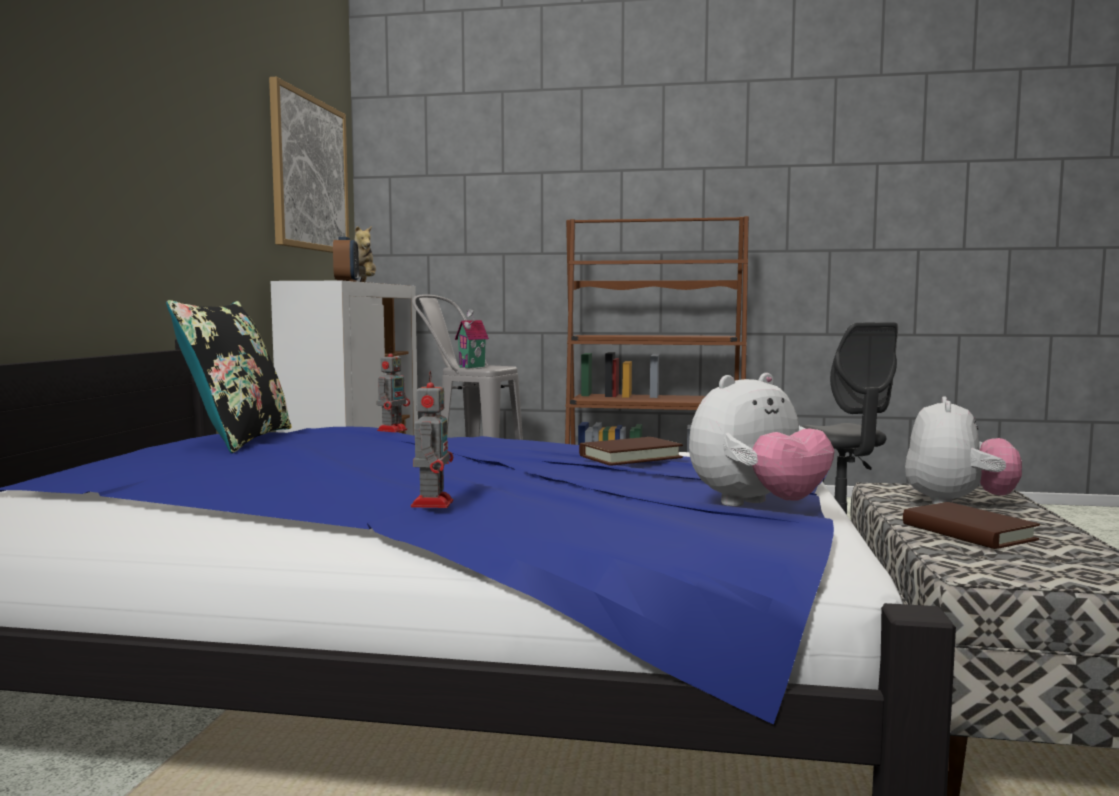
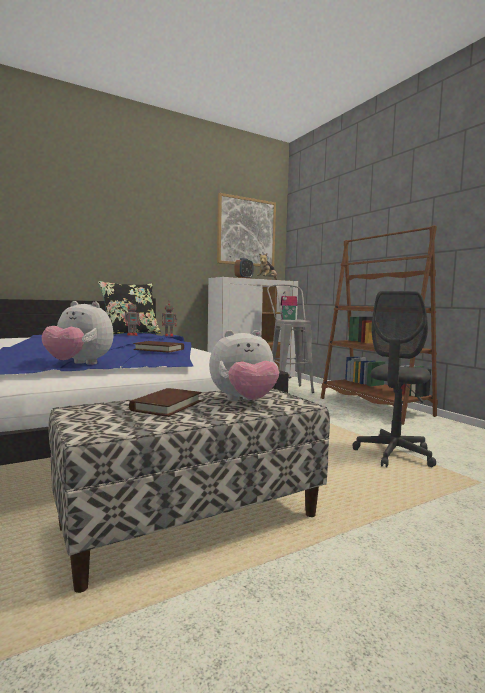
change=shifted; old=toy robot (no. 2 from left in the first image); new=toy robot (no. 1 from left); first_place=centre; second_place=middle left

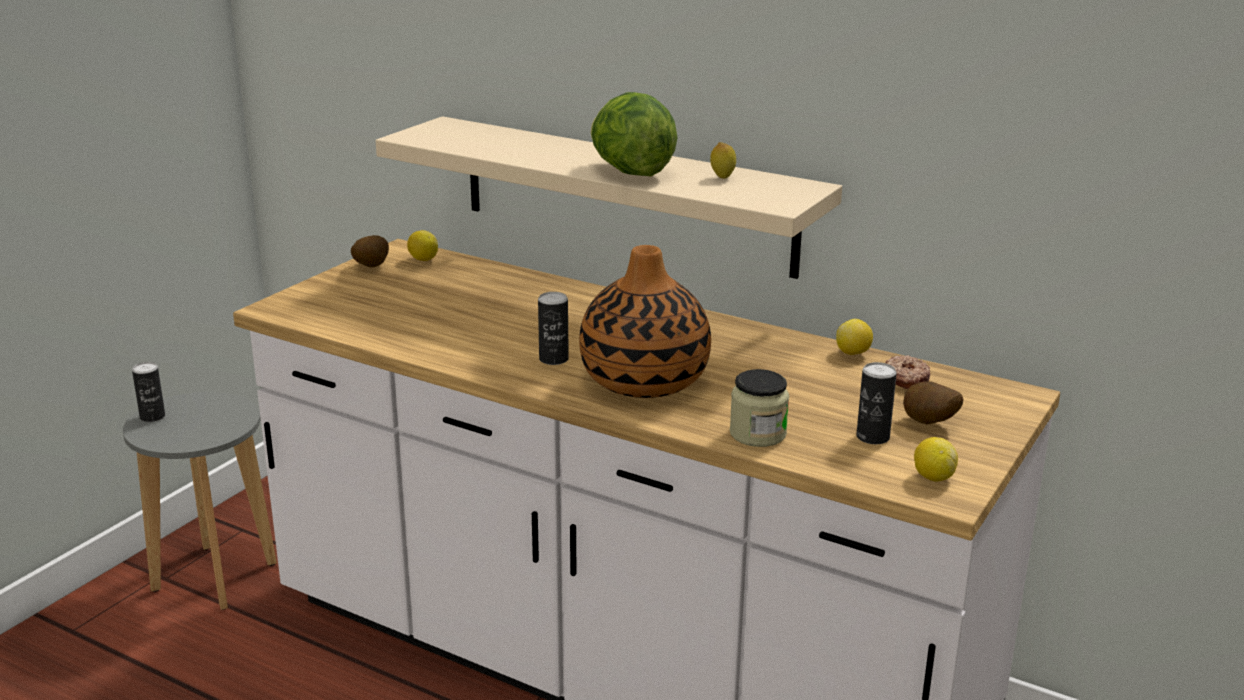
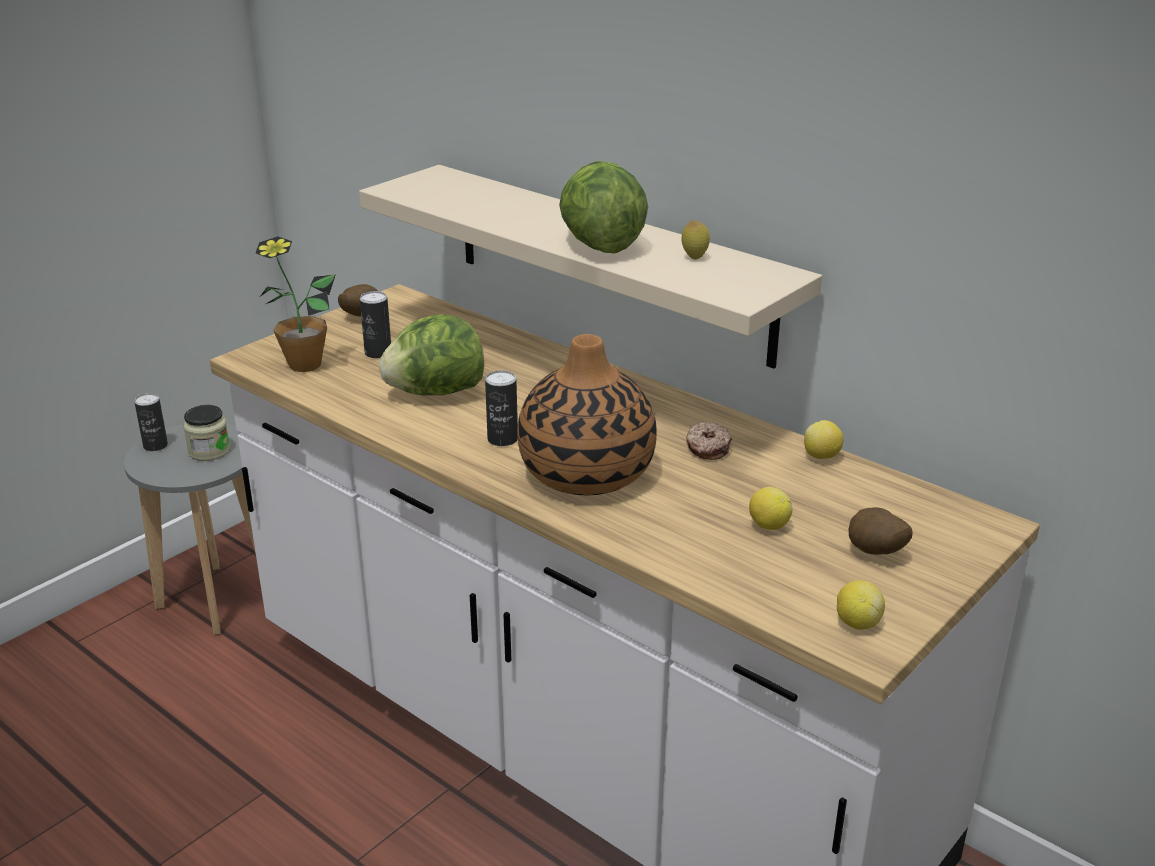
change=new; new=plant in a pot; second_place=middle left
change=new; new=lettuce (no. 1 from left); second_place=centre
change=shifted; old=lemon (no. 1 from left in the first image); new=lemon (no. 2 from left); first_place=centre; second_place=middle right
change=shifted; old=jar; first_place=centre; second_place=middle left
change=shifted; old=metal can (no. 3 from left in the first image); new=metal can (no. 2 from left); first_place=middle right; second_place=middle left
change=shifted; old=donut; first_place=middle right; second_place=centre

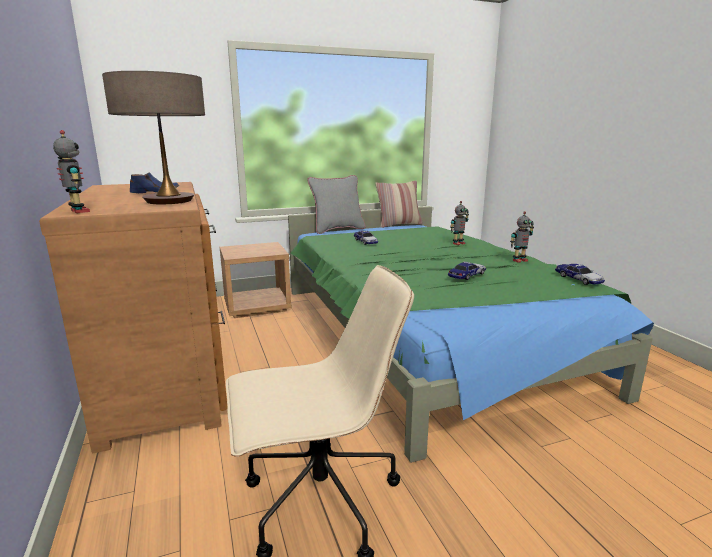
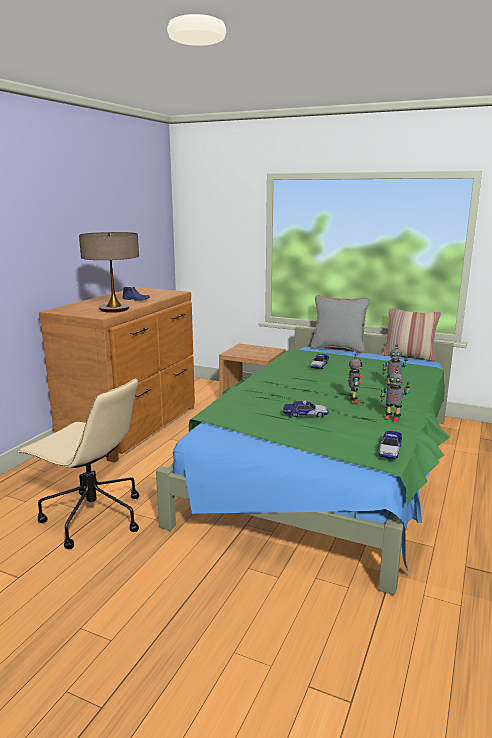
change=shifted; old=toy robot (no. 1 from left); first_place=top left; second_place=middle right

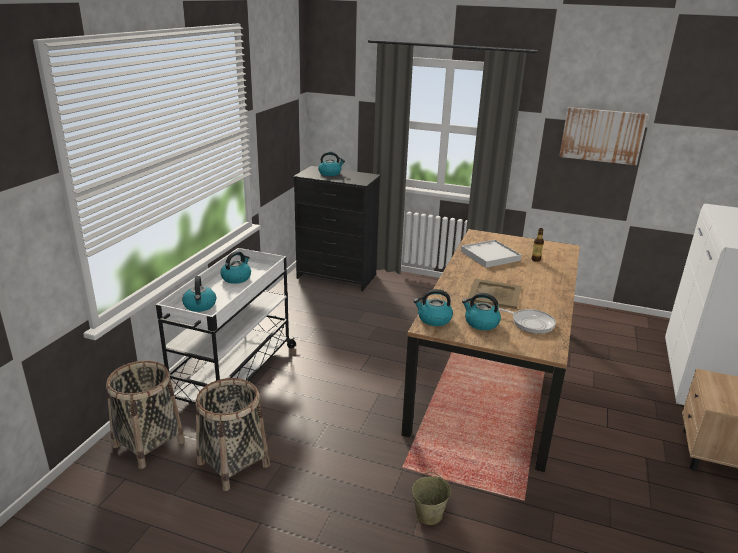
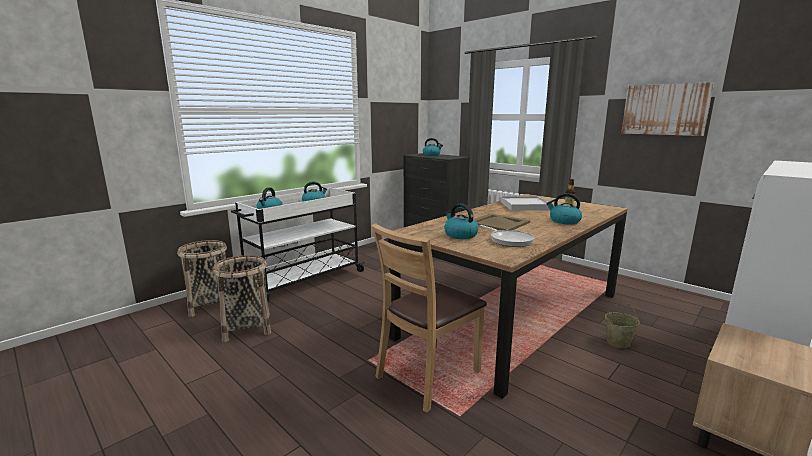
change=new; new=chair (brownish); second_place=bottom centre
change=shifted; old=pail (beige); first_place=bottom centre; second_place=bottom right
change=shifted; old=water kettle (no. 4 from left in the first image); new=water kettle (no. 5 from left); first_place=centre; second_place=middle right

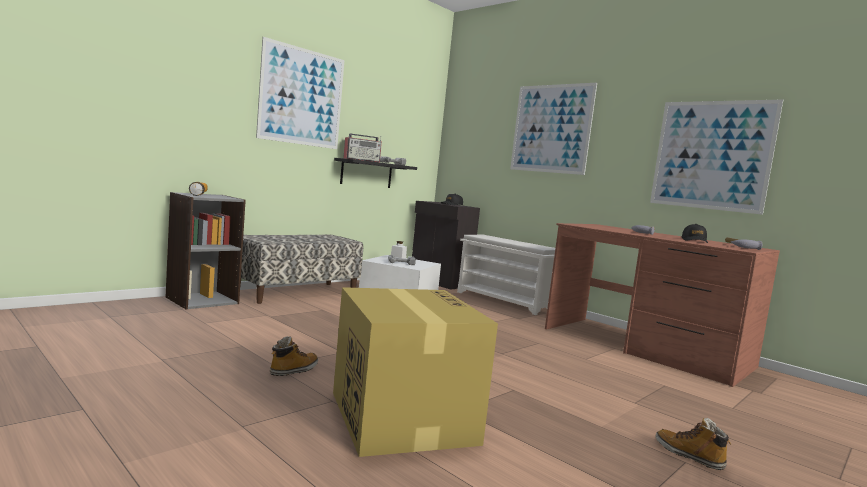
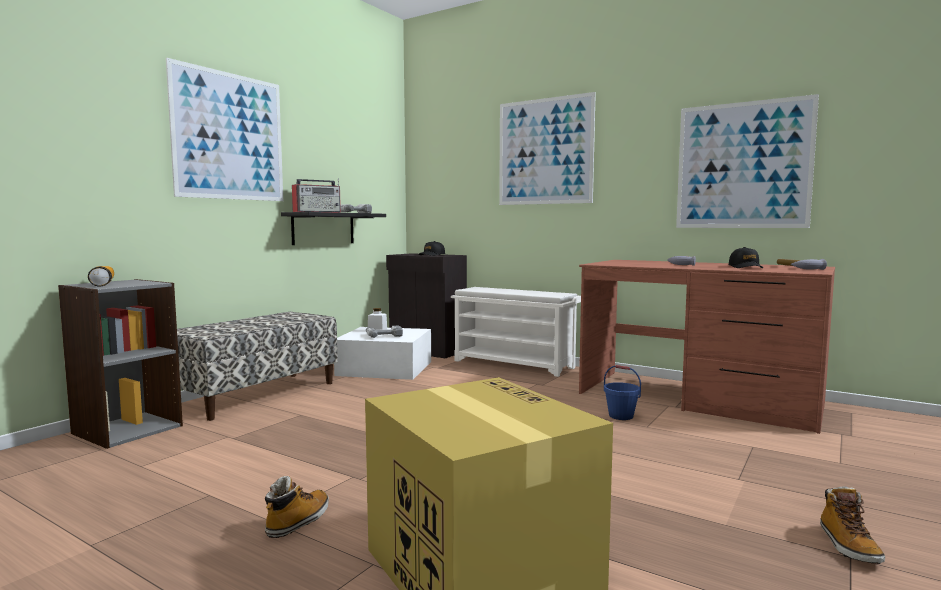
change=new; new=pail (bluish); second_place=centre
change=rotated; old=boot (no. 2 from left); first_place=bottom right; second_place=bottom right; degrees=-120

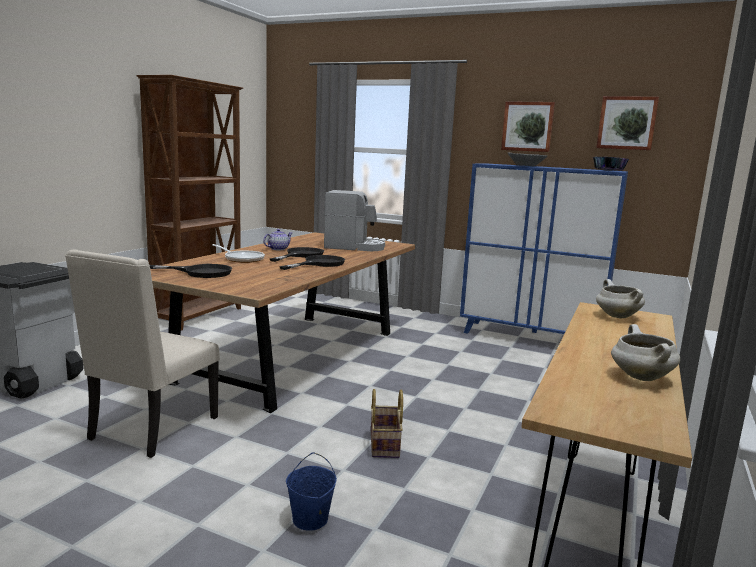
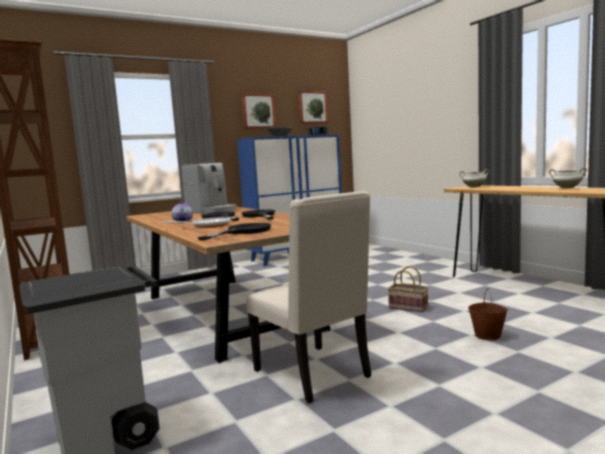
change=repainted; old=pail (bluish); new=pail (brownish); first_place=bottom centre; second_place=bottom right
change=rotated; old=coffee maker; first_place=centre; second_place=centre; degrees=90

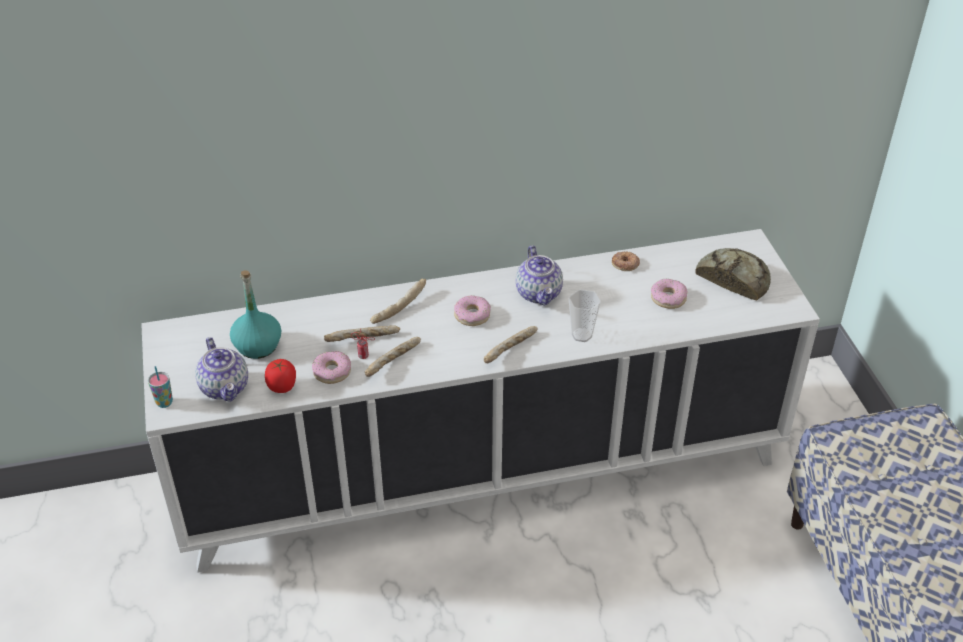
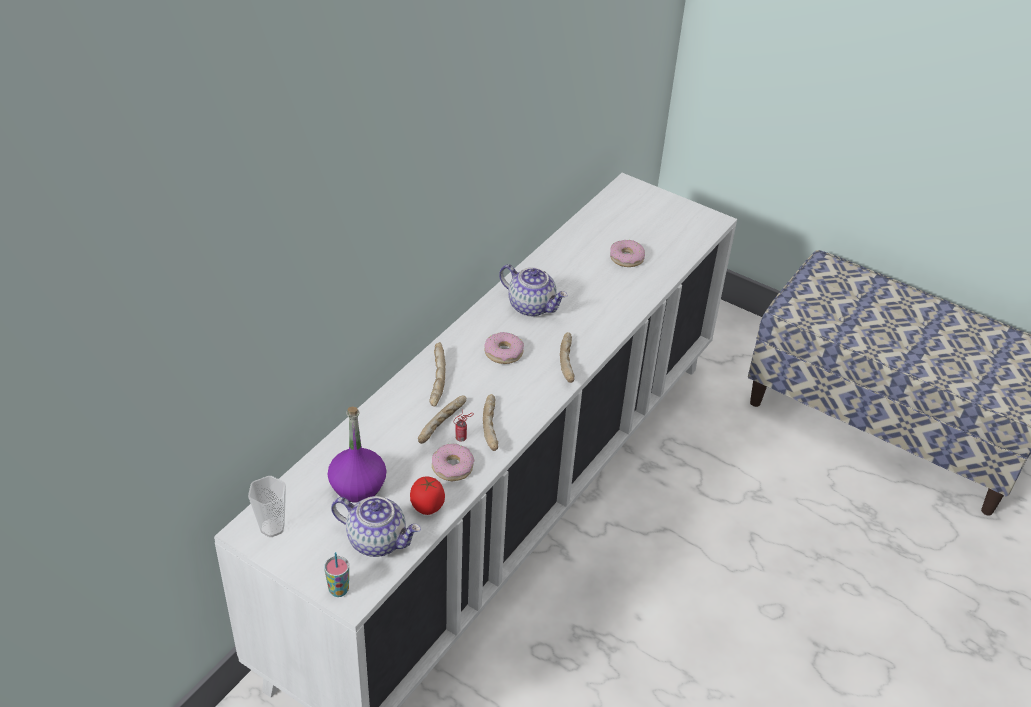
change=gone; old=donut (no. 3 from left); first_place=centre
change=gone; old=baked bread (no. 5 from left); first_place=middle right
change=shifted; old=small cup (no. 2 from left in the first image); new=small cup (no. 1 from left); first_place=centre; second_place=bottom left
change=repainted; old=beverage bottle (blue-green); new=beverage bottle (purplish); first_place=middle left; second_place=centre

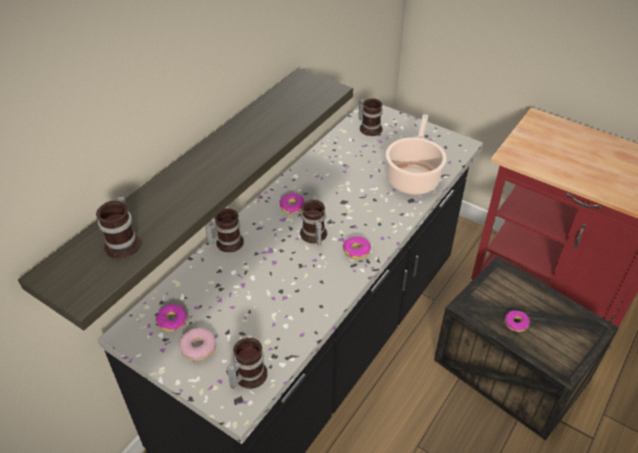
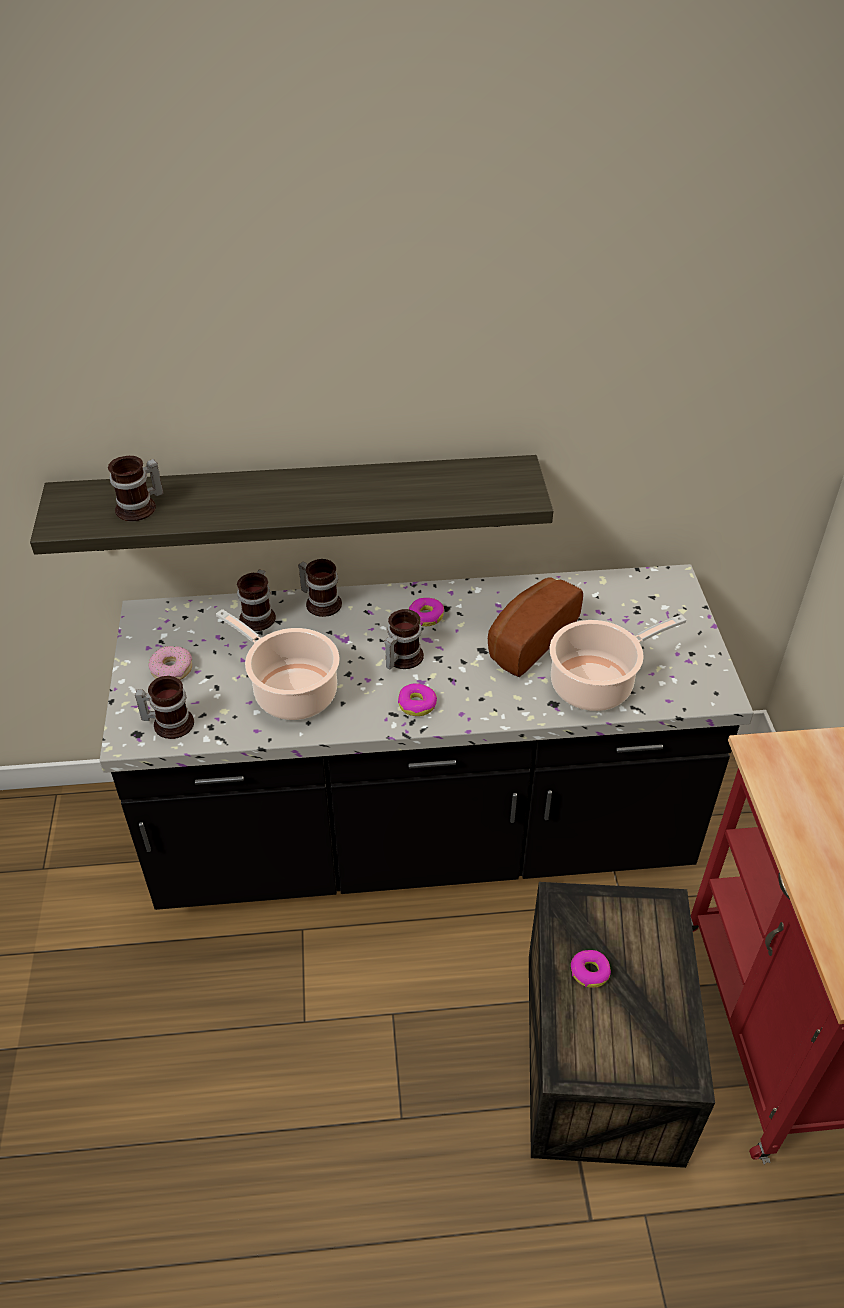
change=gone; old=donut (no. 1 from left); first_place=bottom left
change=new; new=saucepot (no. 1 from left); second_place=middle left
change=new; new=baked bread; second_place=centre
change=shifted; old=mug (no. 5 from left in the first image); new=mug (no. 3 from left); first_place=top centre; second_place=middle left

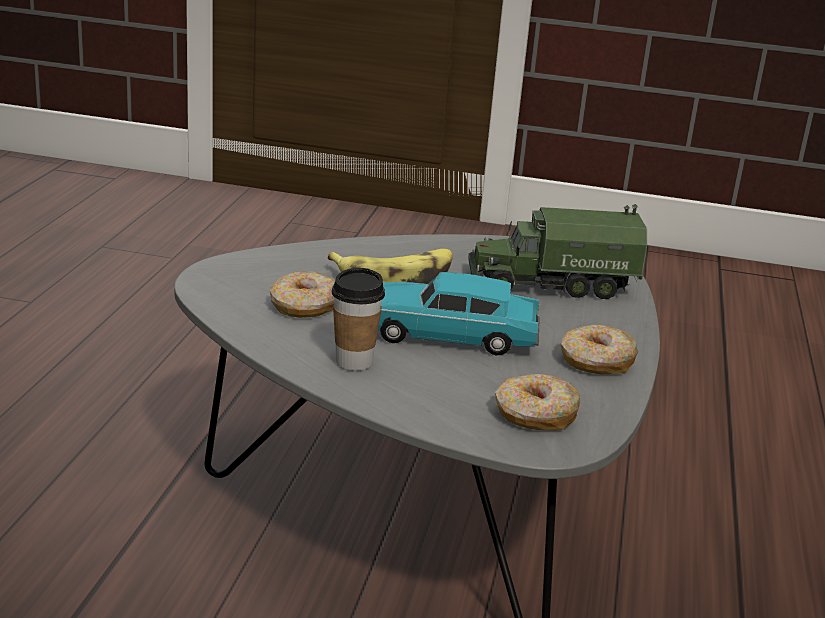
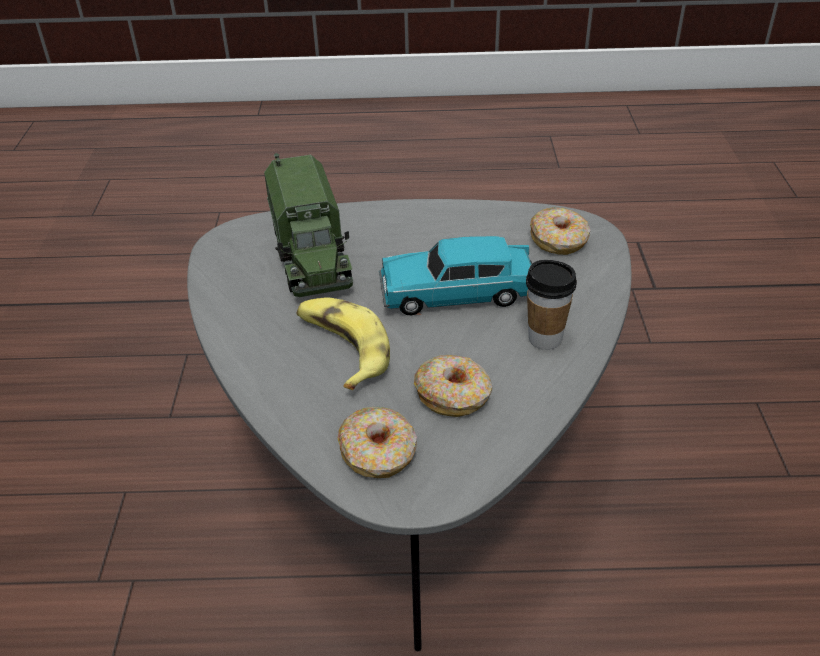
change=shifted; old=donut (no. 3 from left in the first image); new=donut (no. 1 from left); first_place=middle right; second_place=bottom centre
change=rotated; old=model car (blue-green); first_place=centre; second_place=centre; degrees=90

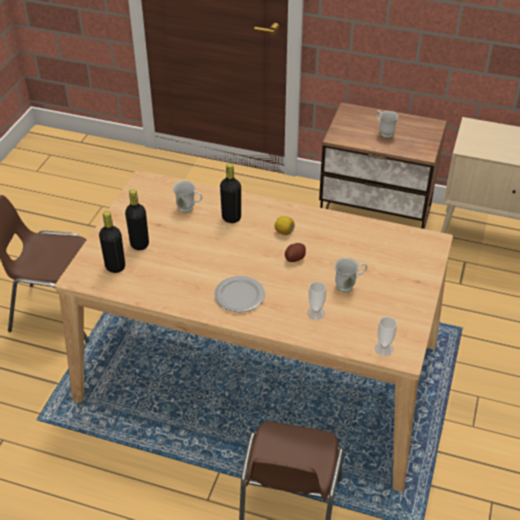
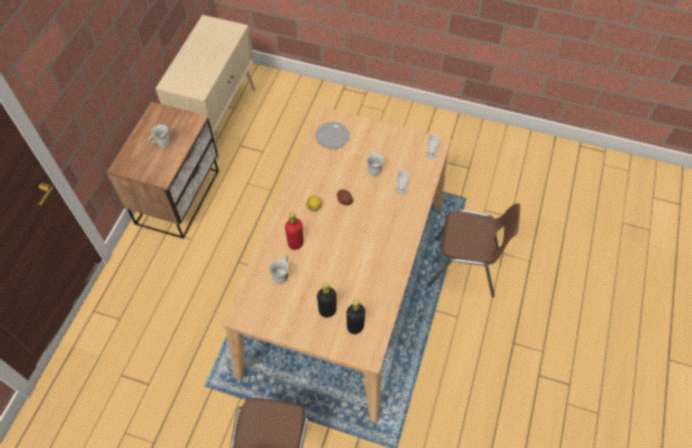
change=shifted; old=flat dish; first_place=centre; second_place=top centre
change=repainted; old=beverage bottle (black) (no. 3 from left); new=beverage bottle (reddish); first_place=centre; second_place=centre

